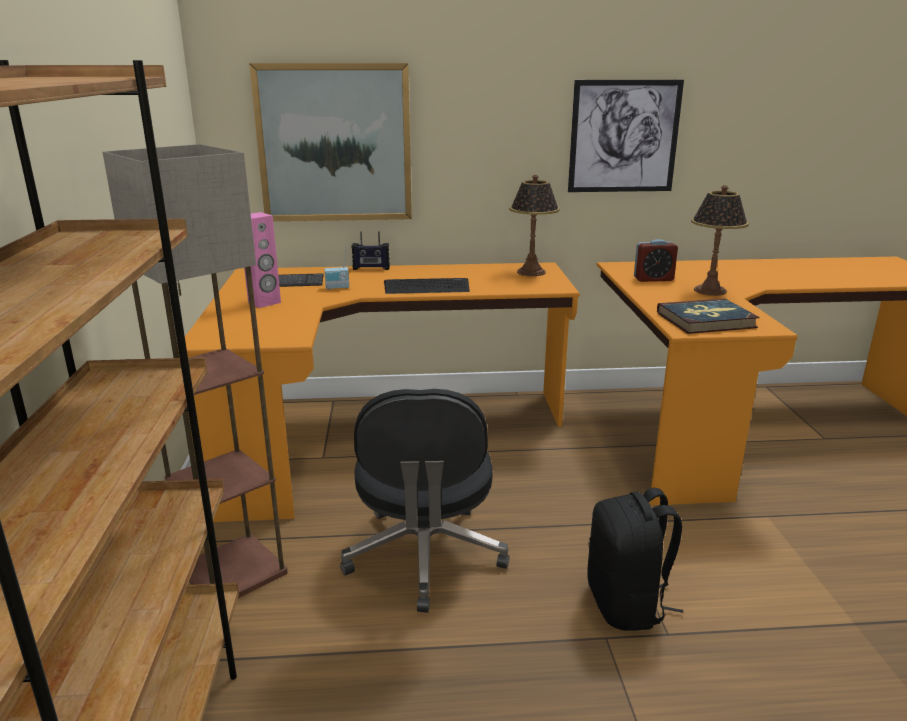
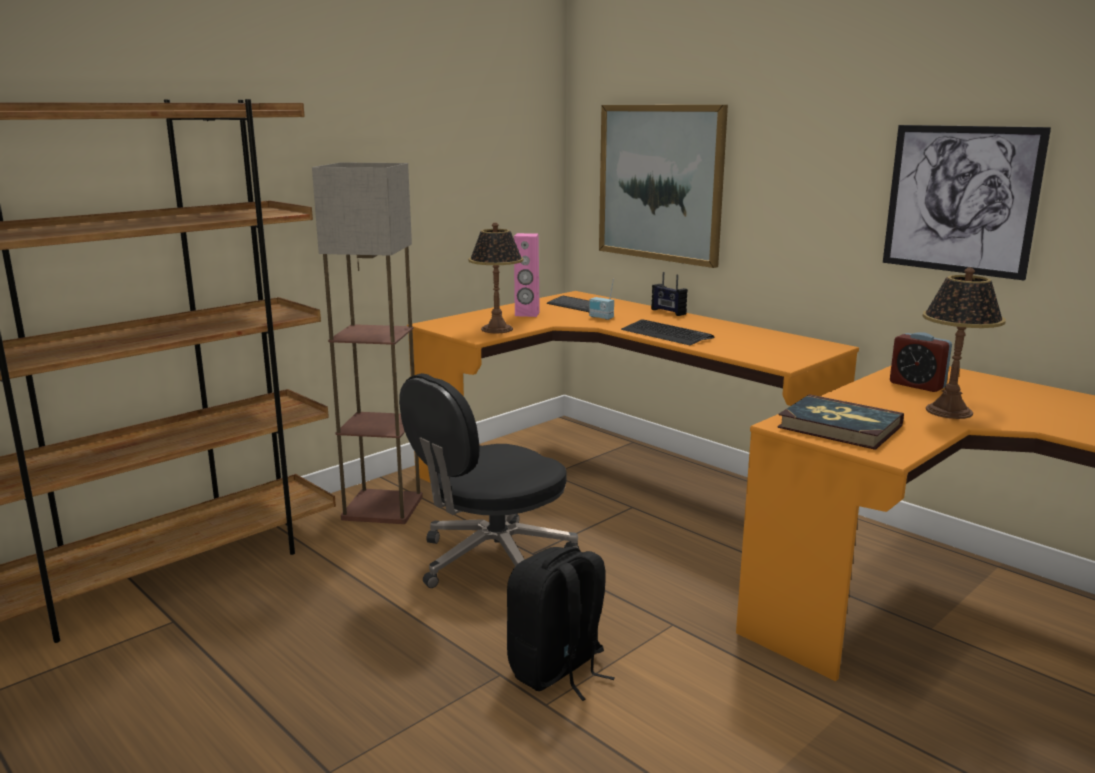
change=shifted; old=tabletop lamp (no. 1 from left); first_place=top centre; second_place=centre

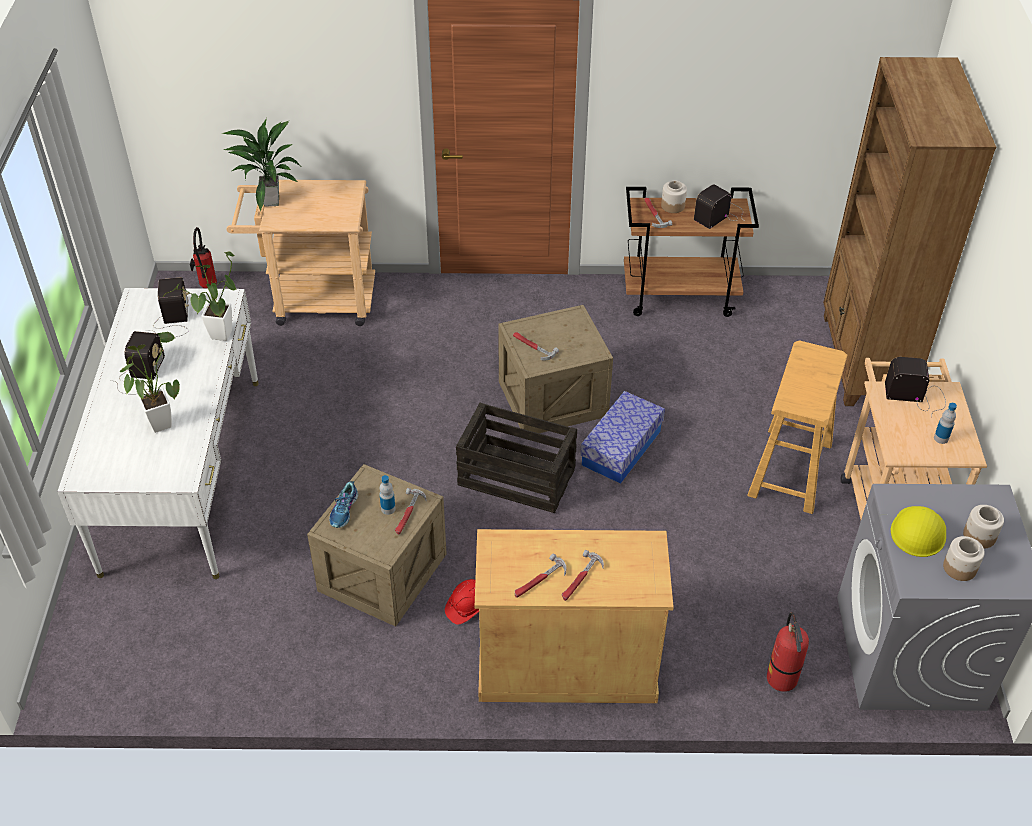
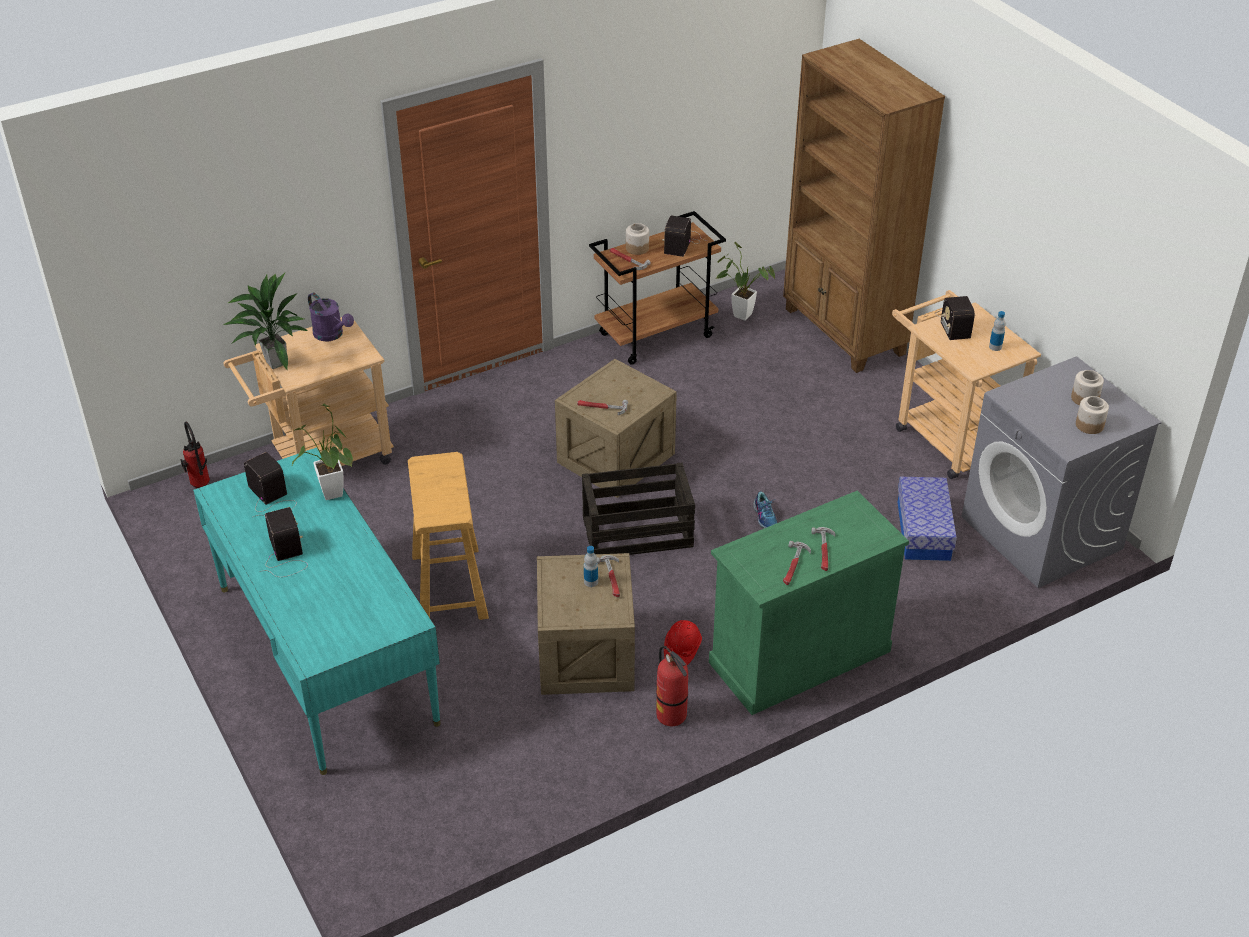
change=gone; old=safety helmet (yellow); first_place=middle right
change=new; new=watering can (purplish); second_place=middle left
change=shifted; old=plant in a pot (no. 1 from left in the first image); new=plant in a pot (no. 3 from left); first_place=middle left; second_place=top centre
change=shifted; old=low shoe; first_place=middle left; second_place=centre
change=shifted; old=storage bin; first_place=centre; second_place=middle right
change=shifted; old=sitting stool (beige); first_place=middle right; second_place=centre
change=shifted; old=extinguisher (no. 2 from left); first_place=bottom right; second_place=bottom centre
change=repainted; old=desk unit (whitish); new=desk unit (blue-green); first_place=middle left; second_place=middle left
change=repainted; old=cupboard (beige); new=cupboard (greenish); first_place=bottom centre; second_place=centre
change=rotated; old=radio (no. 4 from left); first_place=middle right; second_place=middle right; degrees=-75

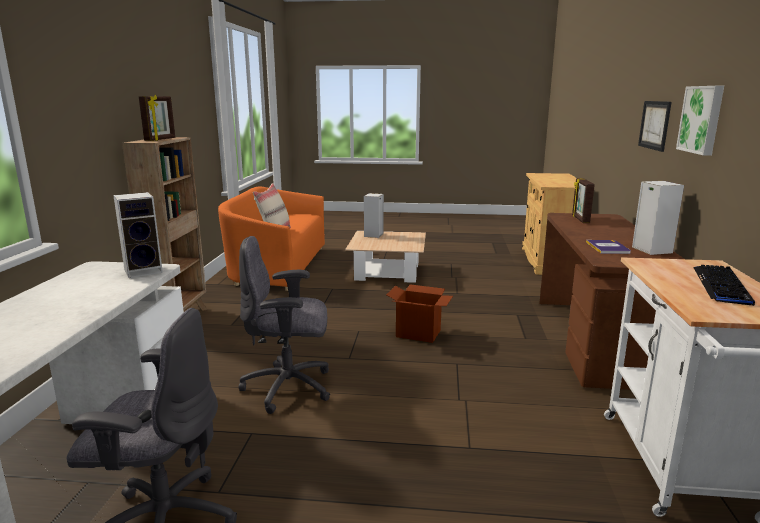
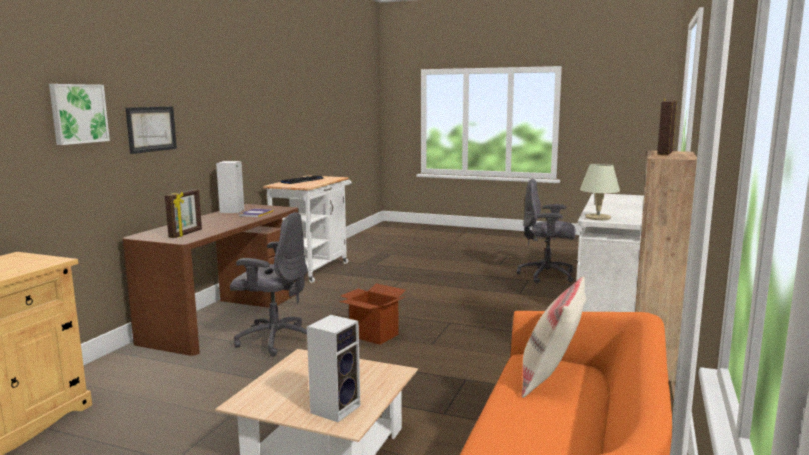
change=shifted; old=computer chair (greyish) (no. 2 from left in the first image); new=computer chair (greyish) (no. 1 from left); first_place=centre; second_place=middle left
change=shifted; old=picture (no. 2 from left in the first image); new=picture (no. 1 from left); first_place=top right; second_place=top left
change=swapped; old=audio speaker (no. 1 from left); new=tabletop lamp (beige); first_place=middle left; second_place=middle right

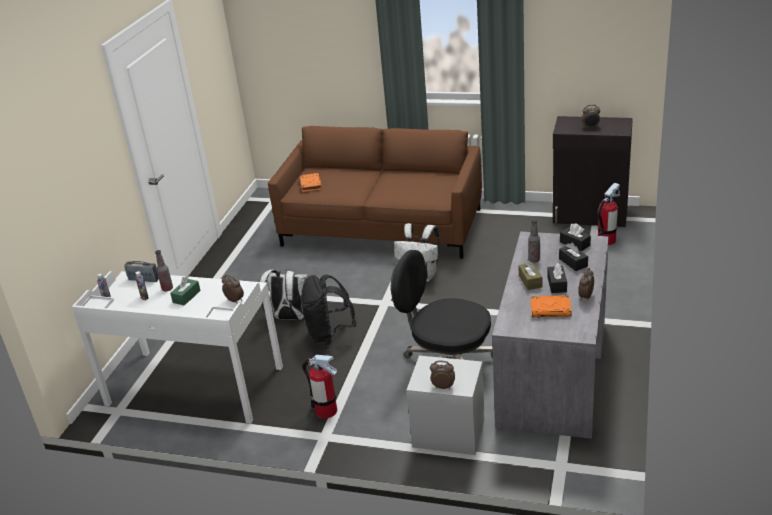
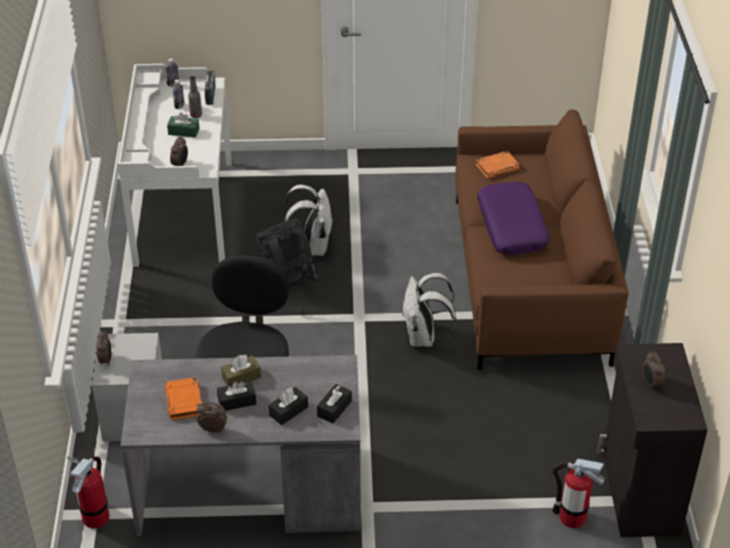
change=gone; old=beverage bottle (no. 4 from left); first_place=middle right
change=new; new=cushion (purplish); second_place=middle right
change=shifted; old=extinguisher (no. 1 from left); first_place=bottom centre; second_place=bottom left

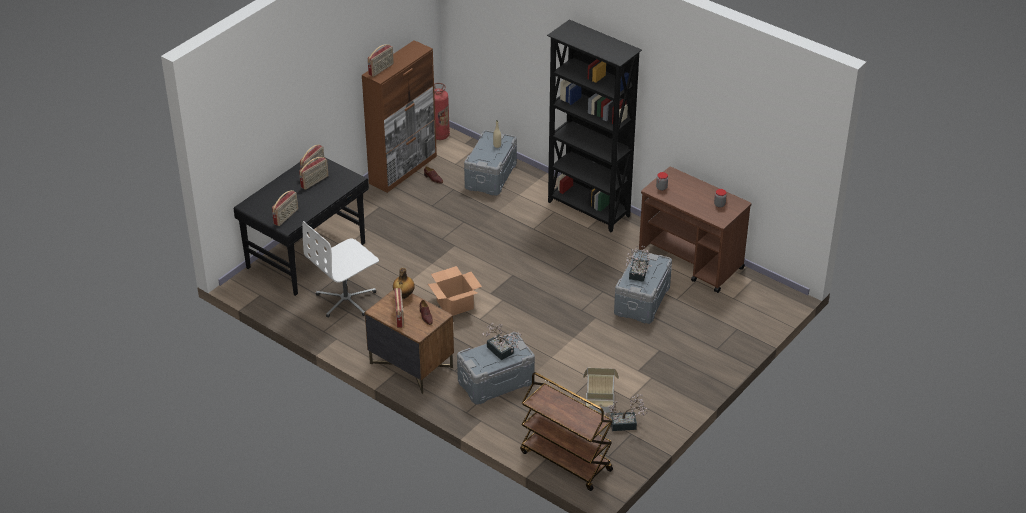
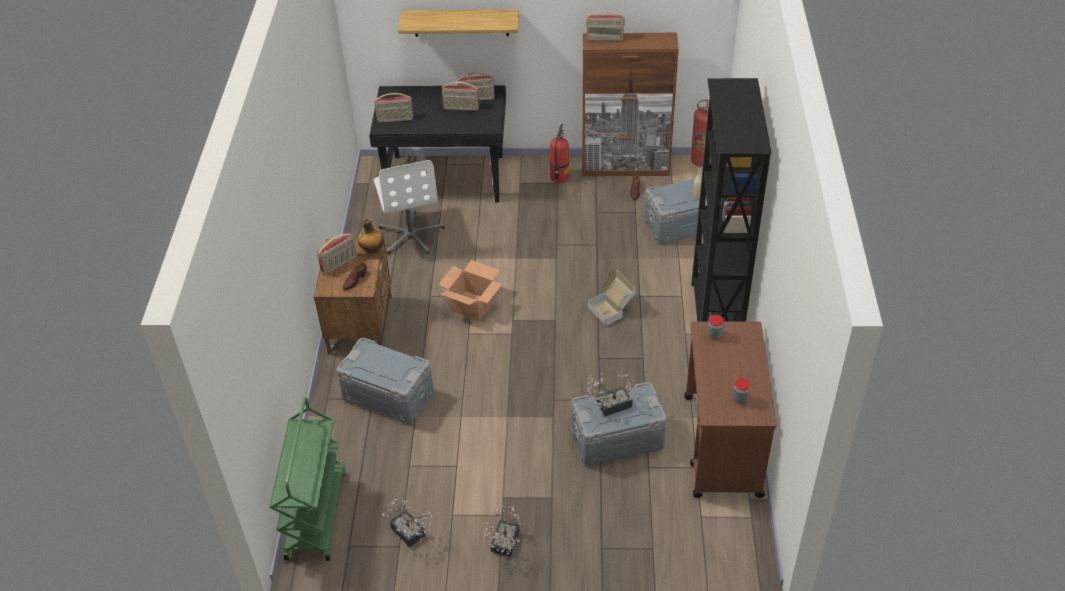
change=new; new=shelf; second_place=top centre
change=new; new=extinguisher (no. 1 from left); second_place=top centre
change=shifted; old=plant in a pot (no. 1 from left in the first image); new=plant in a pot (no. 2 from left); first_place=centre; second_place=bottom centre
change=shifted; old=packing box (no. 2 from left); first_place=bottom centre; second_place=centre
change=repainted; old=trolley (brownish) (no. 1 from left); new=trolley (greenish); first_place=bottom centre; second_place=bottom left
change=rotated; old=computer chair (whitish); first_place=middle left; second_place=centre; degrees=-120

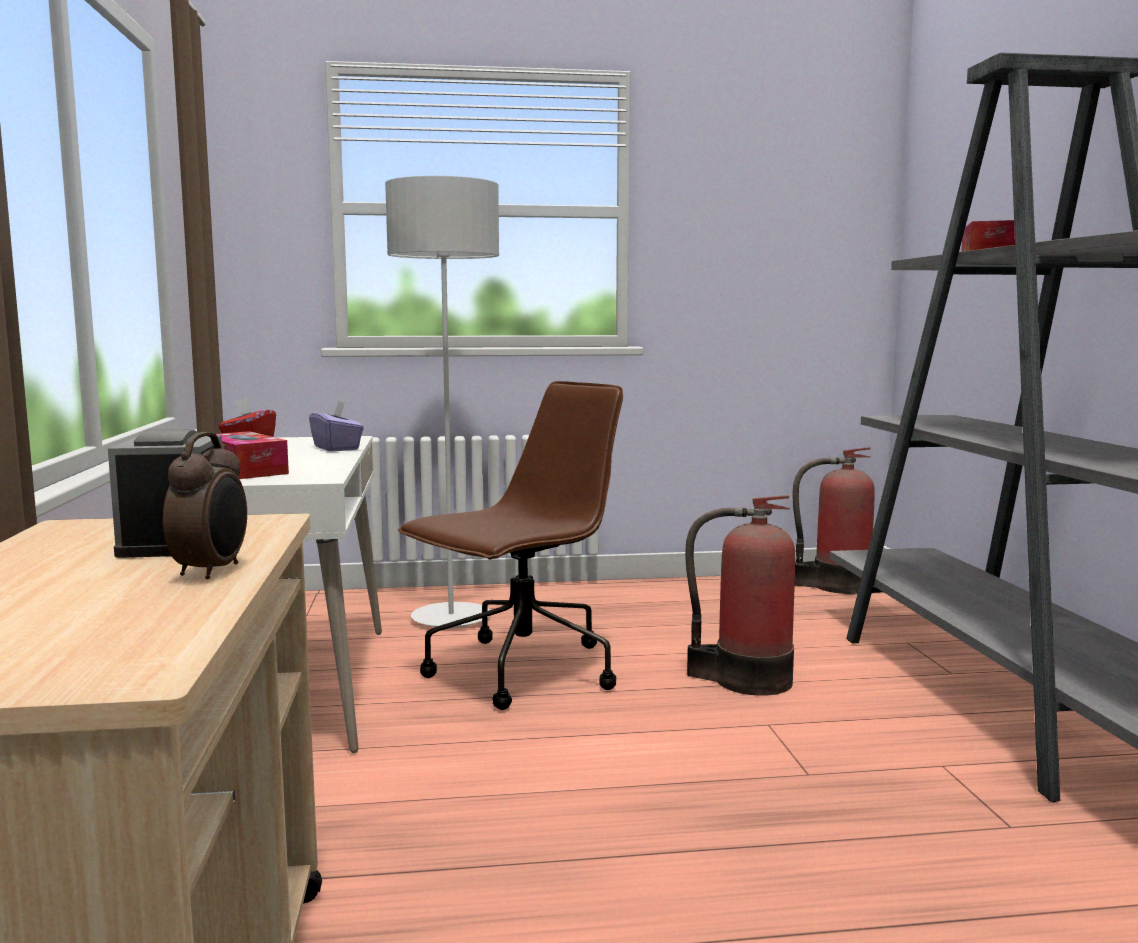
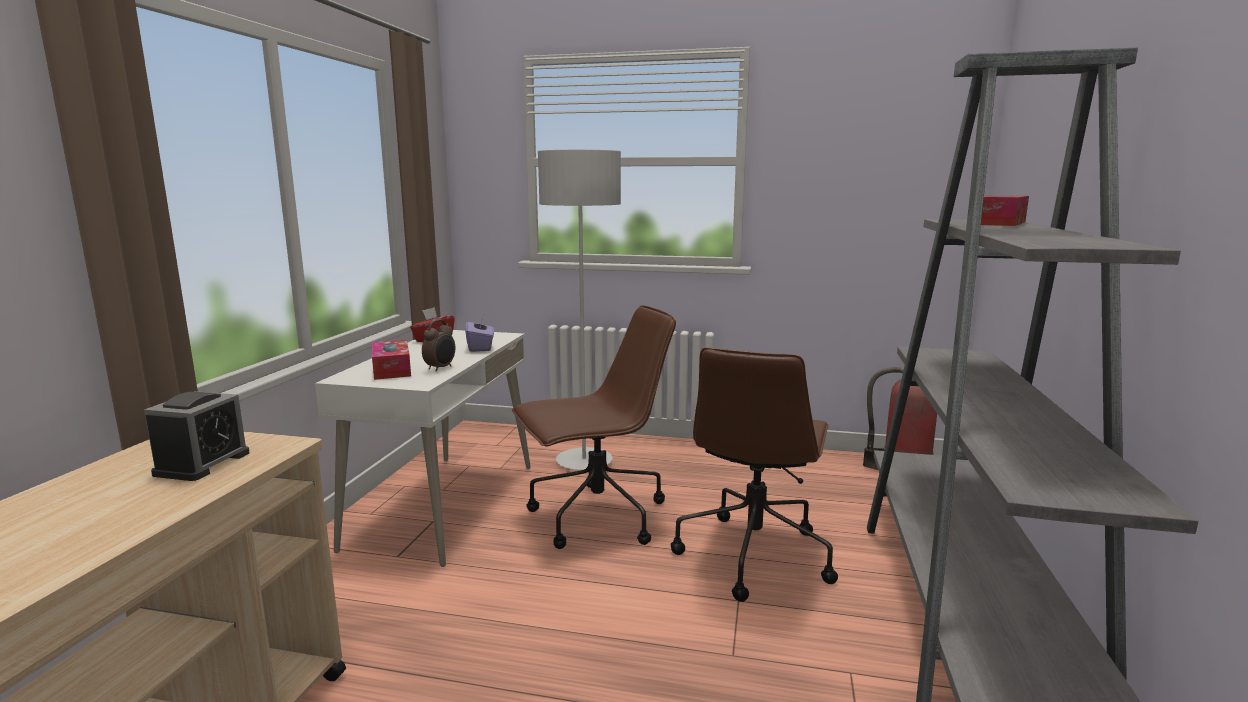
change=shifted; old=alarm clock (no. 2 from left); first_place=middle left; second_place=centre
change=swapped; old=extinguisher (no. 1 from left); new=computer chair (brownish) (no. 2 from left); first_place=centre; second_place=bottom centre

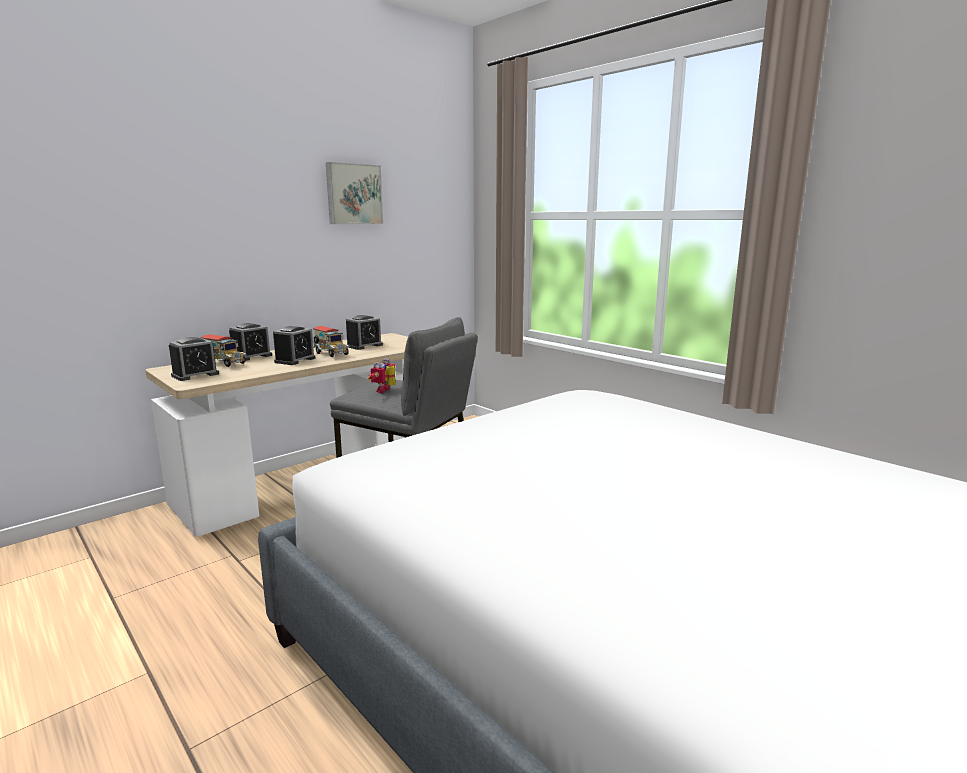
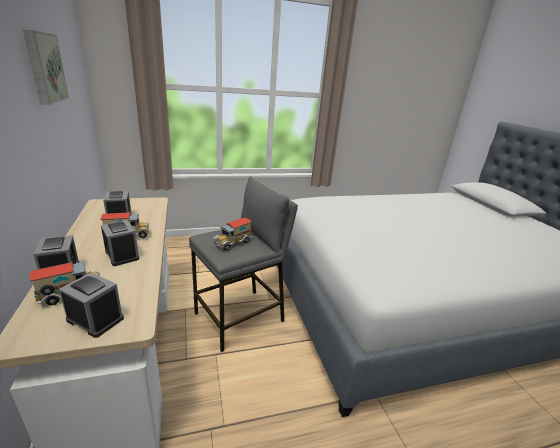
change=swapped; old=toy robot; new=toy truck (no. 3 from left); first_place=centre; second_place=centre
change=rotated; old=alarm clock (no. 1 from left in the first image); first_place=middle left; second_place=bottom left; degrees=-45

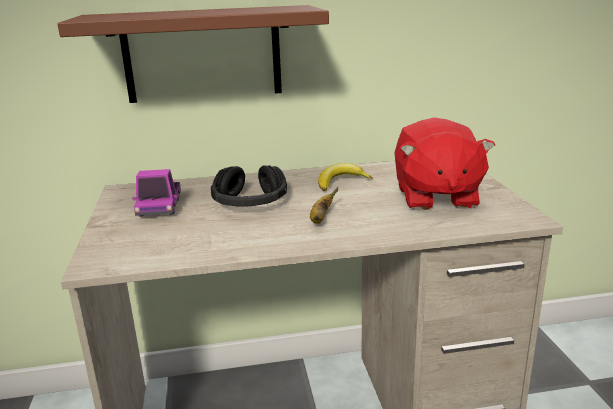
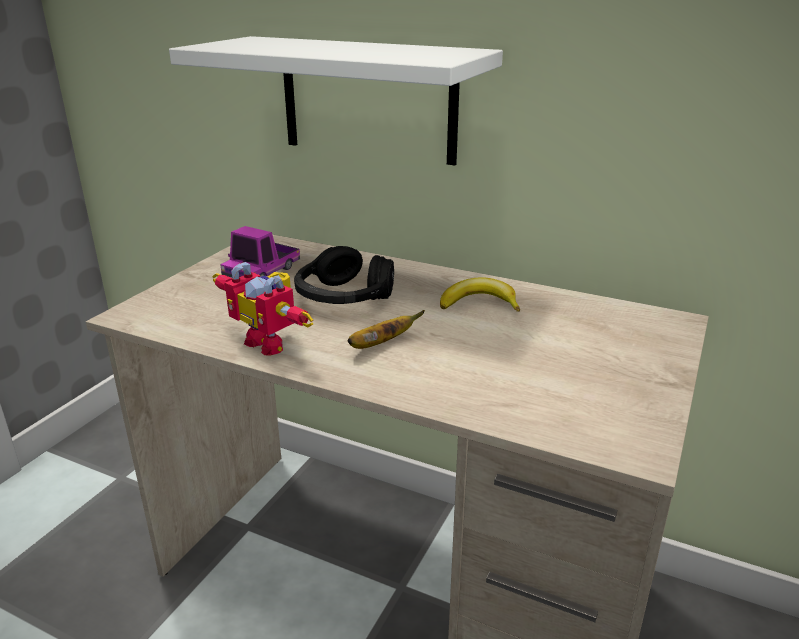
change=gone; old=cuddly toy (reddish); first_place=middle right
change=new; new=toy robot; second_place=middle left
change=repainted; old=shelf (brownish); new=shelf (whitish); first_place=top left; second_place=top centre

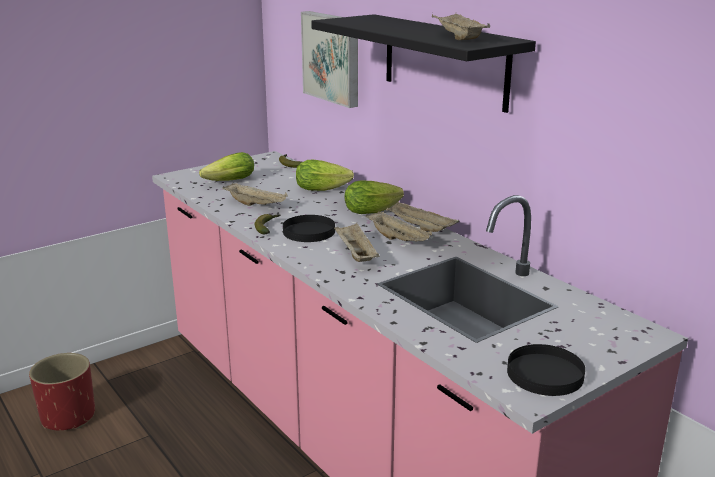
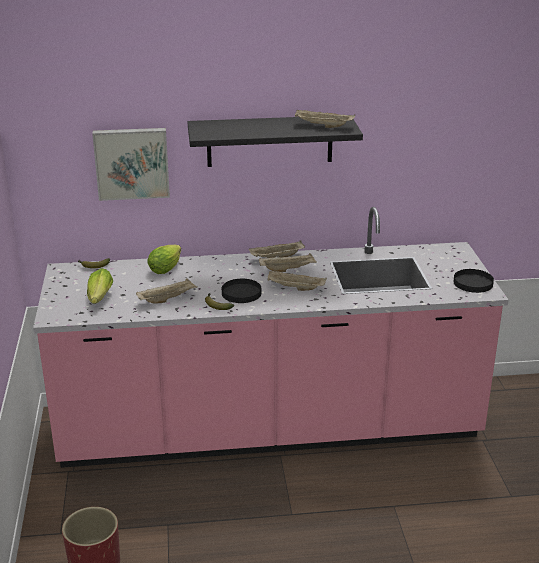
change=gone; old=lettuce (no. 3 from left); first_place=centre

